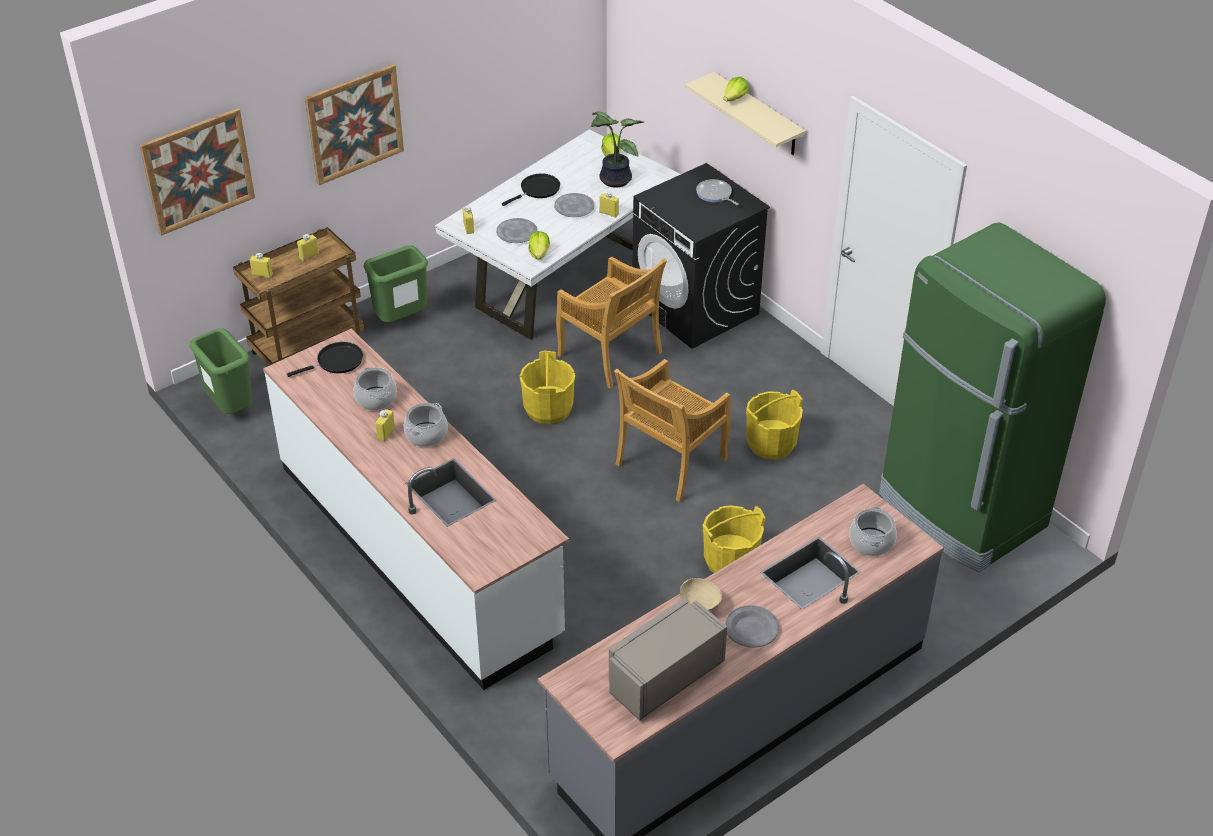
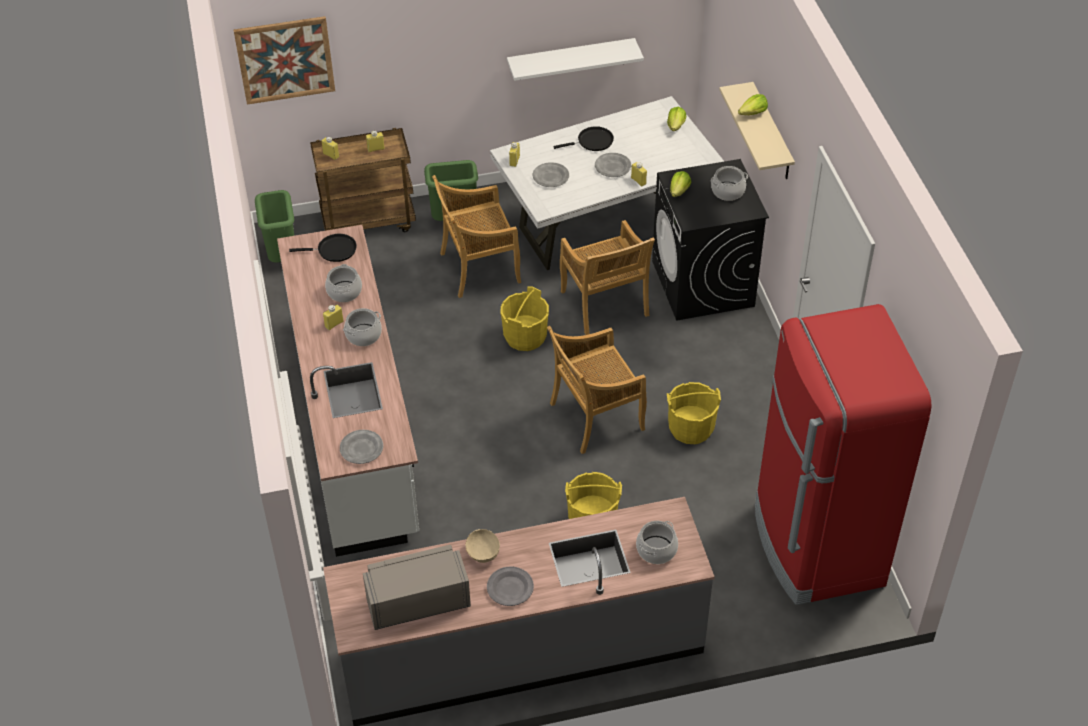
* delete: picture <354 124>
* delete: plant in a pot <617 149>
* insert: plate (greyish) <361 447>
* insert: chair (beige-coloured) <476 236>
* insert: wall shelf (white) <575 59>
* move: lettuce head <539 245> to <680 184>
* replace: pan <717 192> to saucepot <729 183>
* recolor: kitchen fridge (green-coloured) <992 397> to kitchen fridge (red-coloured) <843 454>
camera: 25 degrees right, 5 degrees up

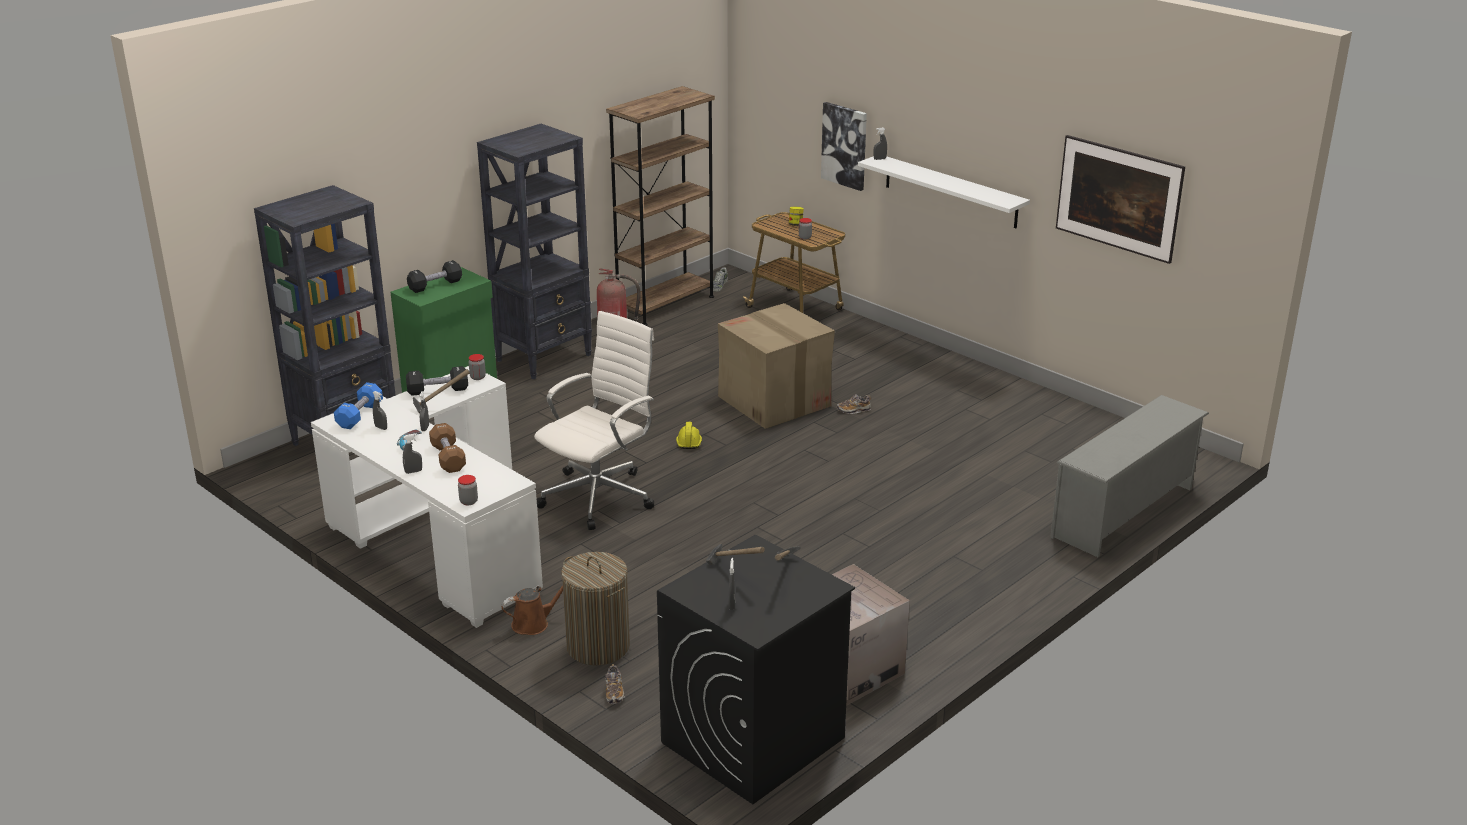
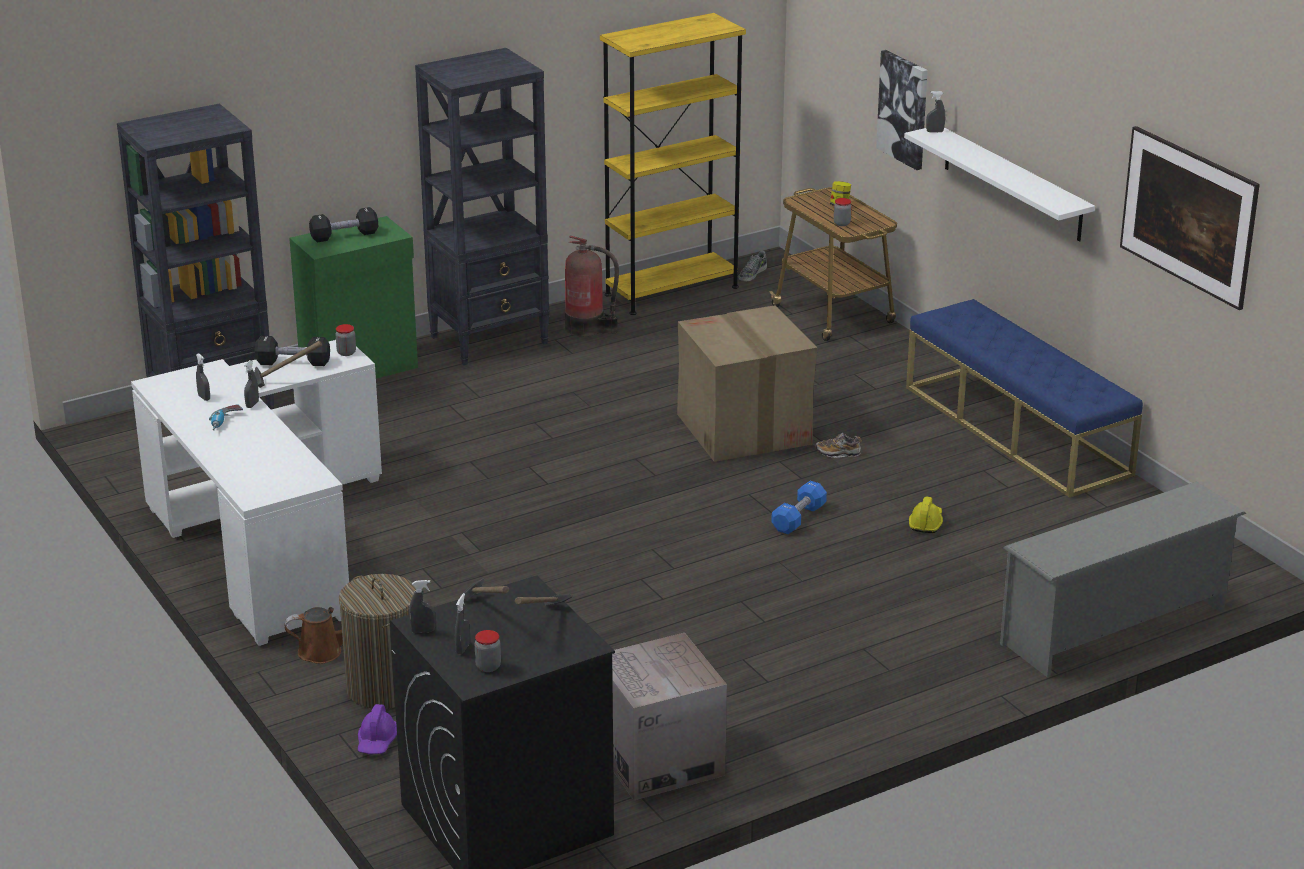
* delete: hand weight (brown) <447 448>
* delete: desk chair (white) <594 420>
* insert: long seat (blue-coloured) <1024 398>
* move: hand weight (blue-coloured) <358 405> to <799 507>
* move: spray bottle (greyish) <412 453> to <422 606>
* move: storage jar <468 490> to <488 651>
* move: work helmet (yellowish) <689 435> to <926 514>
* replace: low shoe <615 684> to work helmet (purplish) <377 729>
* recolor: bookcase (brown) <660 206> to bookcase (yellowish) <673 164>
camera: 15 degrees right, 0 degrees up

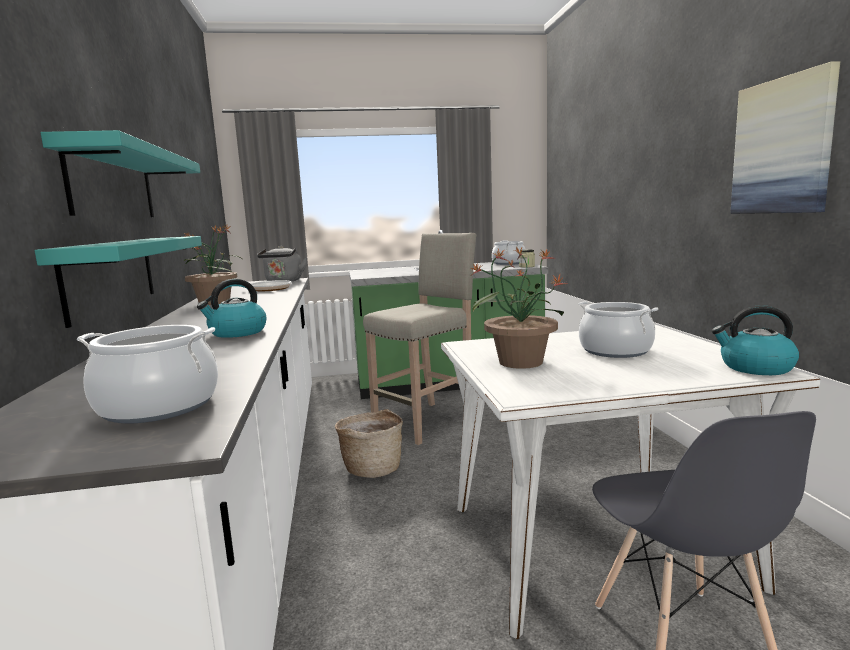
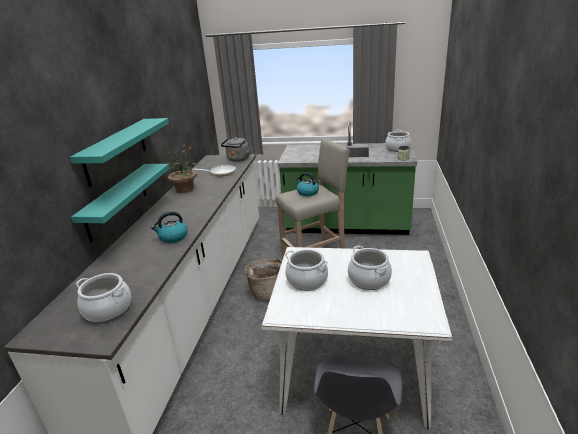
* delete: picture <785 137>
* move: water kettle <755 340> to <307 184>
* replace: plant in a pot <519 308> to saucepot <306 270>
camera: 20 degrees right, 15 degrees up

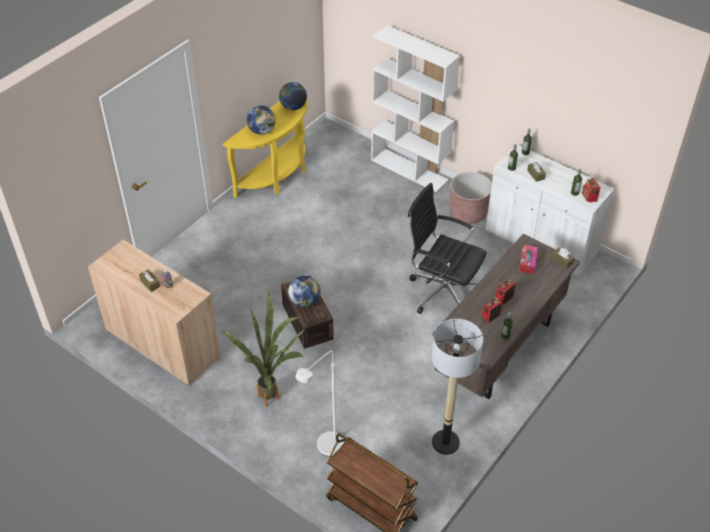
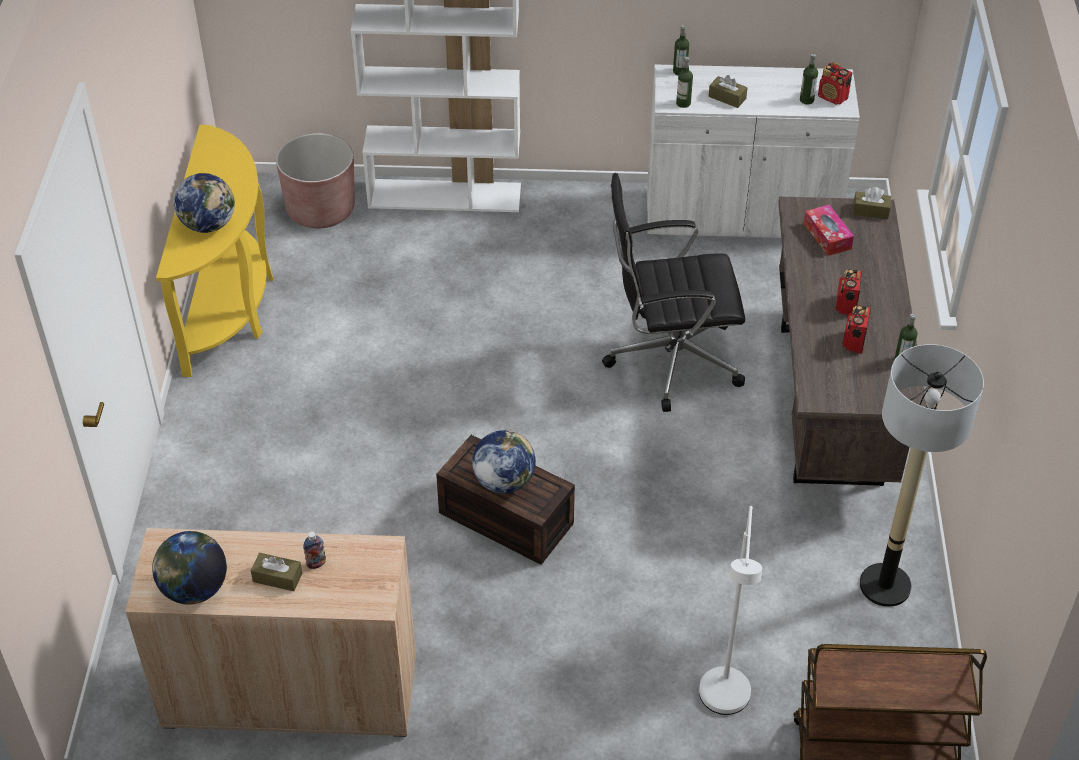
* delete: plant in a pot <264 349>
* move: desk globe <293 96> to <189 567>
* move: flower pot (brown) <471 198> to <315 180>
camera: 35 degrees left, 0 degrees up

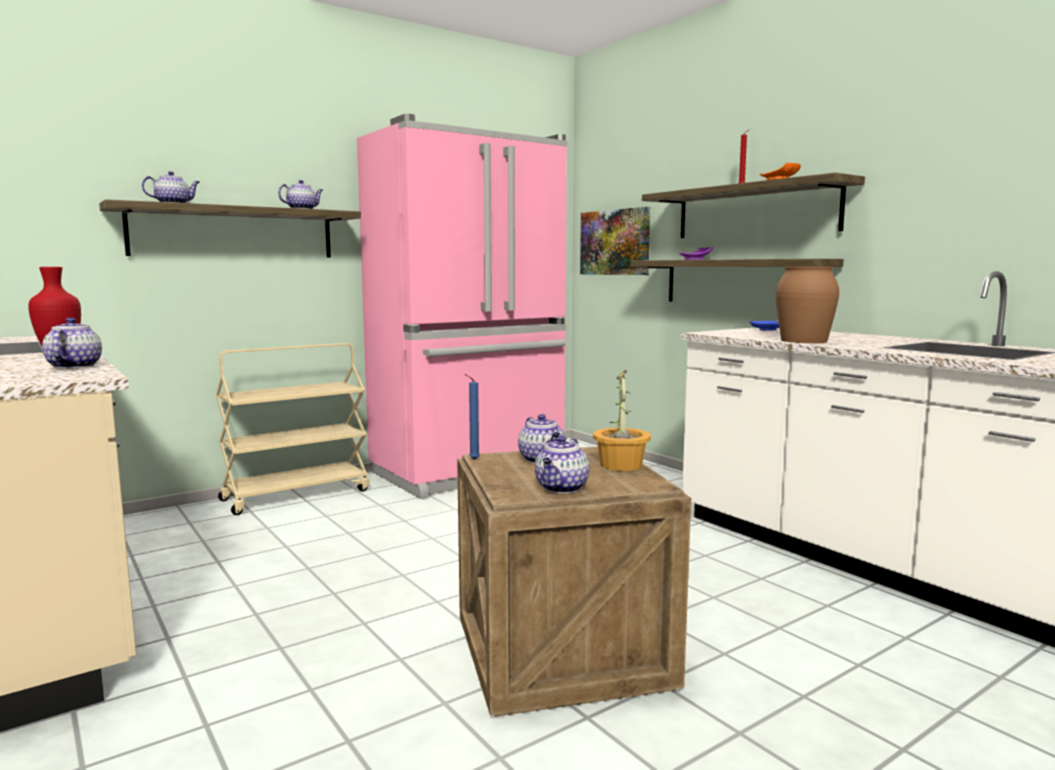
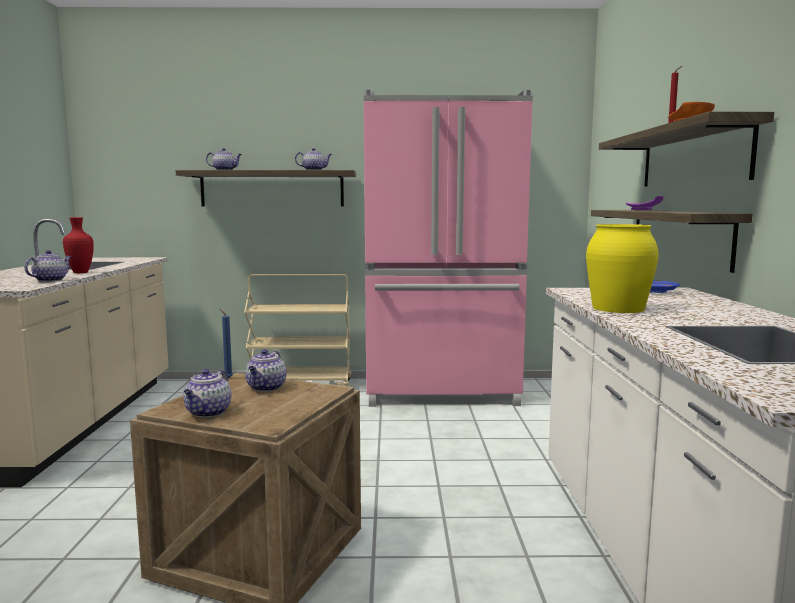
* delete: picture <615 241>
* delete: plant in a pot <622 420>
* recolor: vase (brown) <807 305> to vase (yellowish) <622 268>
* rotate: teapot <562 464> = <207 393> 45 degrees counterclockwise
camera: 35 degrees right, 0 degrees up

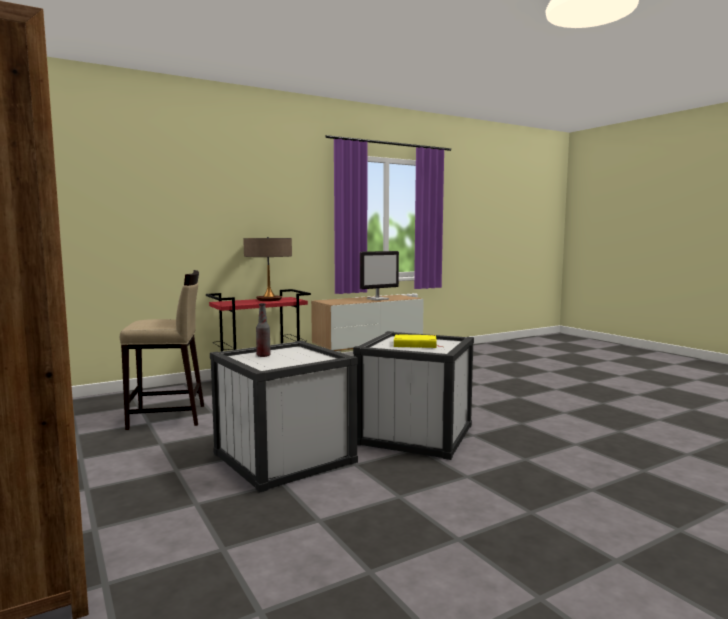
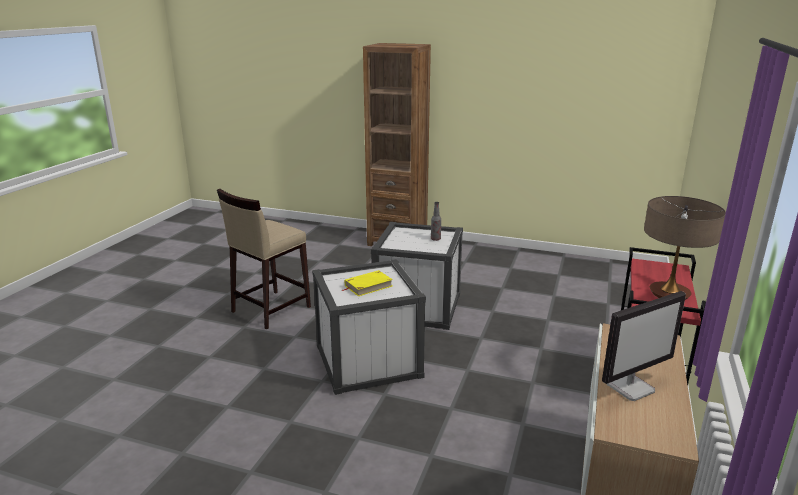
* move: stool (beige-coloured) <162 350> to <264 259>
* rotate: monitor <379 275> = <644 346> 135 degrees counterclockwise
camera: 140 degrees right, 15 degrees up

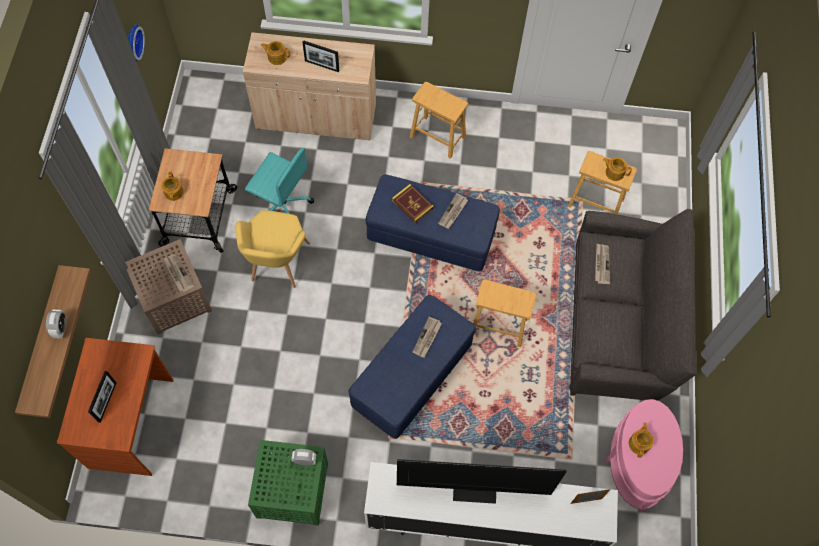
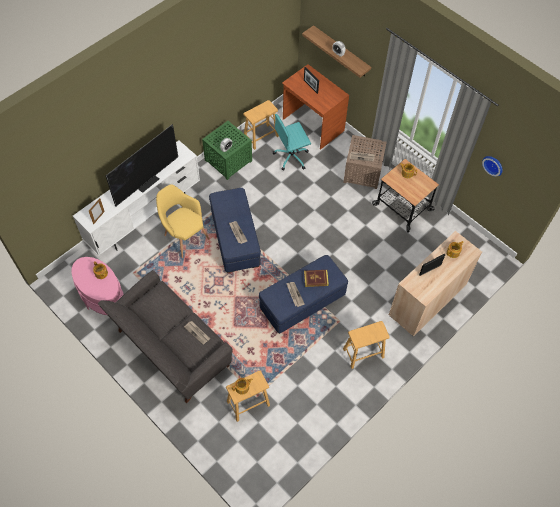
* move: armchair (yellowish) <272 249> to <182 221>
* move: desk chair (turquoise) <279 181> to <292 142>
* move: stool (brown) <504 313> to <261 125>
camera: 130 degrees right, 5 degrees down

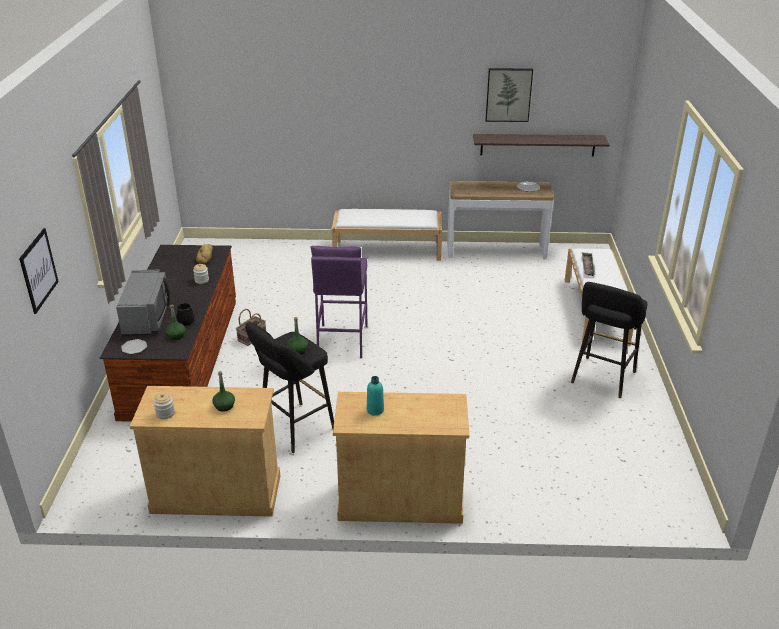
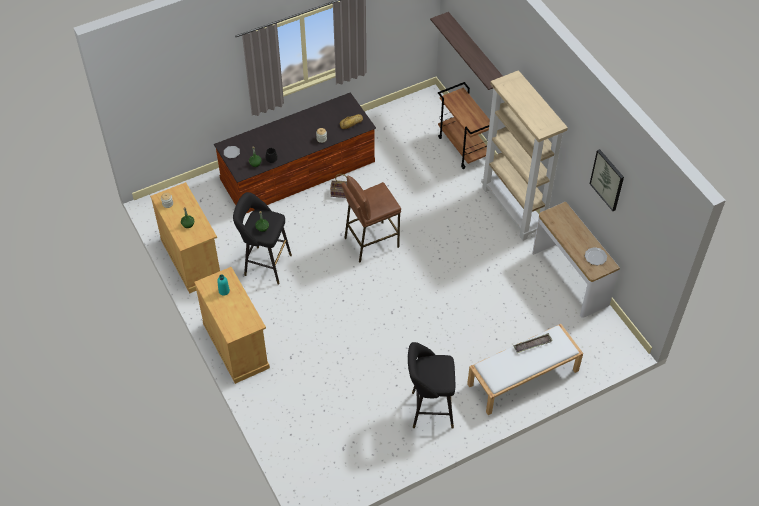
* delete: picture <39 271>
* delete: microwave oven (greyish) <143 302>
* insert: cart (brown) <464 125>
* move: wall shelf <541 145> to <466 51>
* replace: long seat (white) <387 235> to bookcase (beige-coloured) <524 155>
* recolor: stool (purplish) <338 302> to stool (brown) <371 219>
camera: 60 degrees right, 20 degrees up

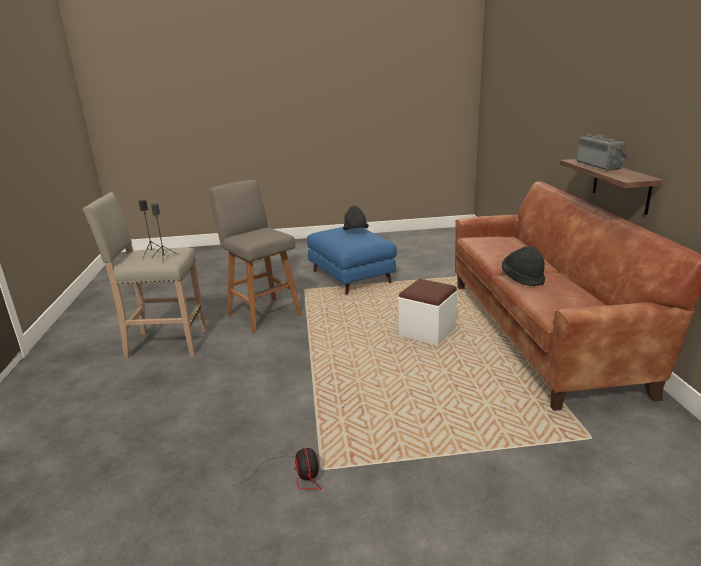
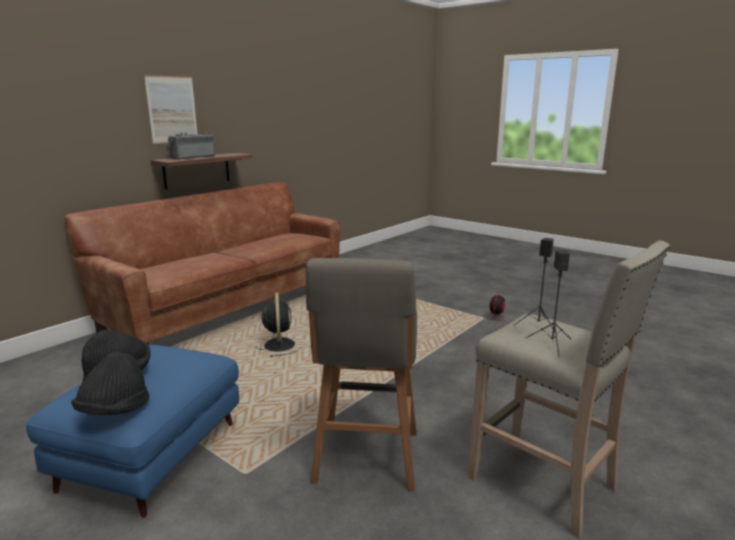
* insert: picture <171 109>
* move: clothing hat (blackish) <523 266> to <110 383>
* replace: pouffe (white) <428 312> to fan (blackish) <278 325>
camera: 135 degrees left, 5 degrees down

